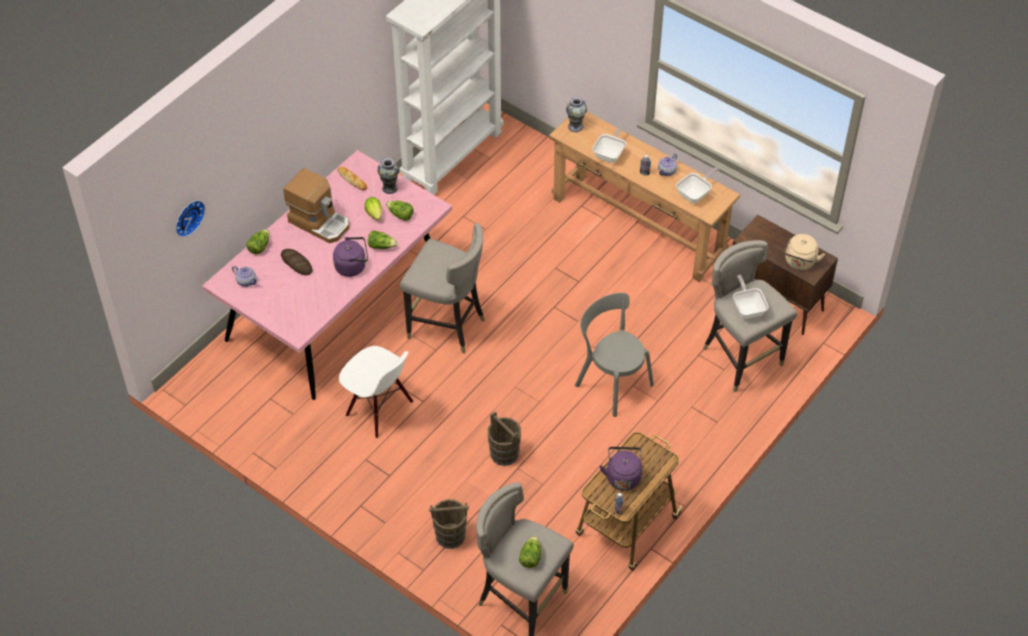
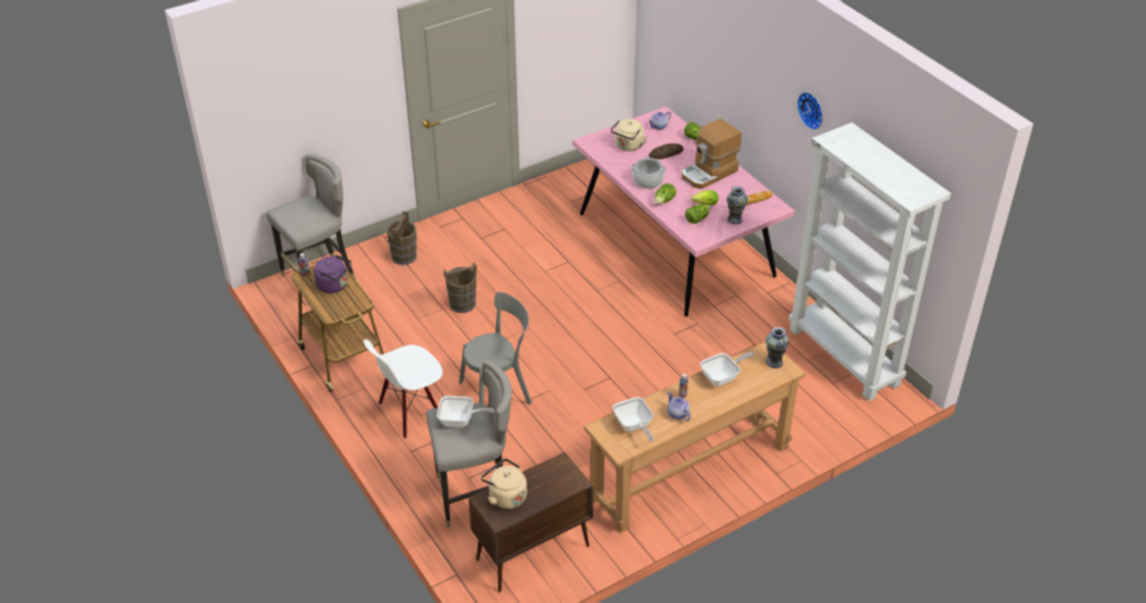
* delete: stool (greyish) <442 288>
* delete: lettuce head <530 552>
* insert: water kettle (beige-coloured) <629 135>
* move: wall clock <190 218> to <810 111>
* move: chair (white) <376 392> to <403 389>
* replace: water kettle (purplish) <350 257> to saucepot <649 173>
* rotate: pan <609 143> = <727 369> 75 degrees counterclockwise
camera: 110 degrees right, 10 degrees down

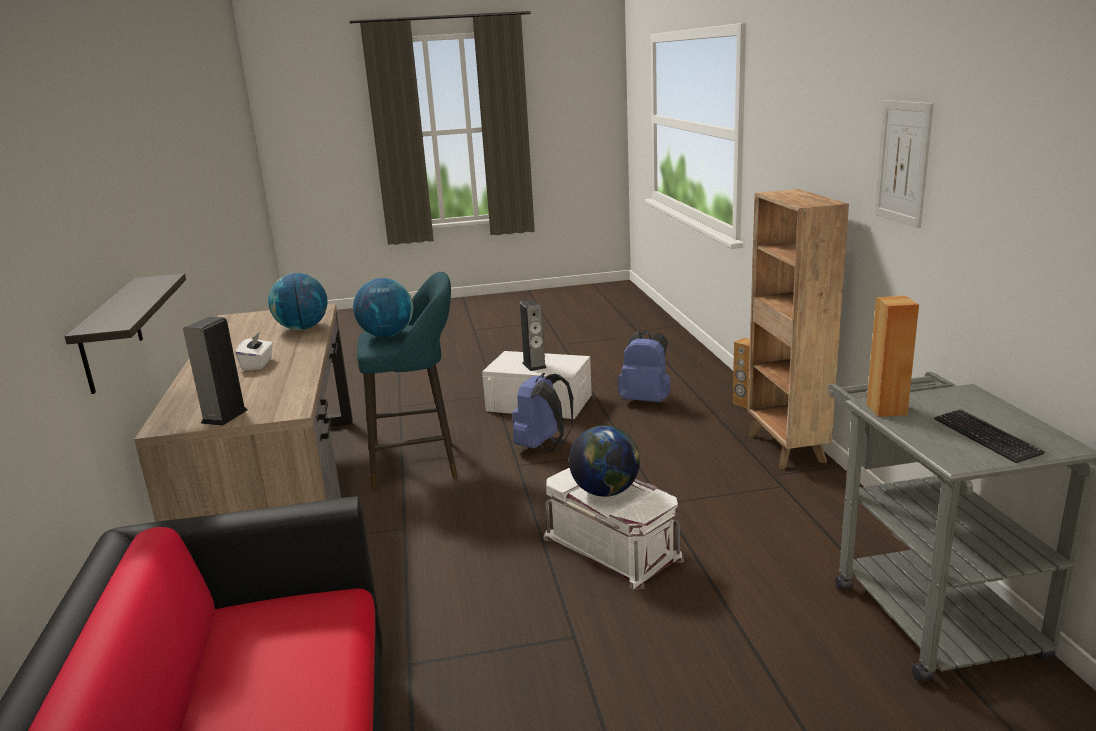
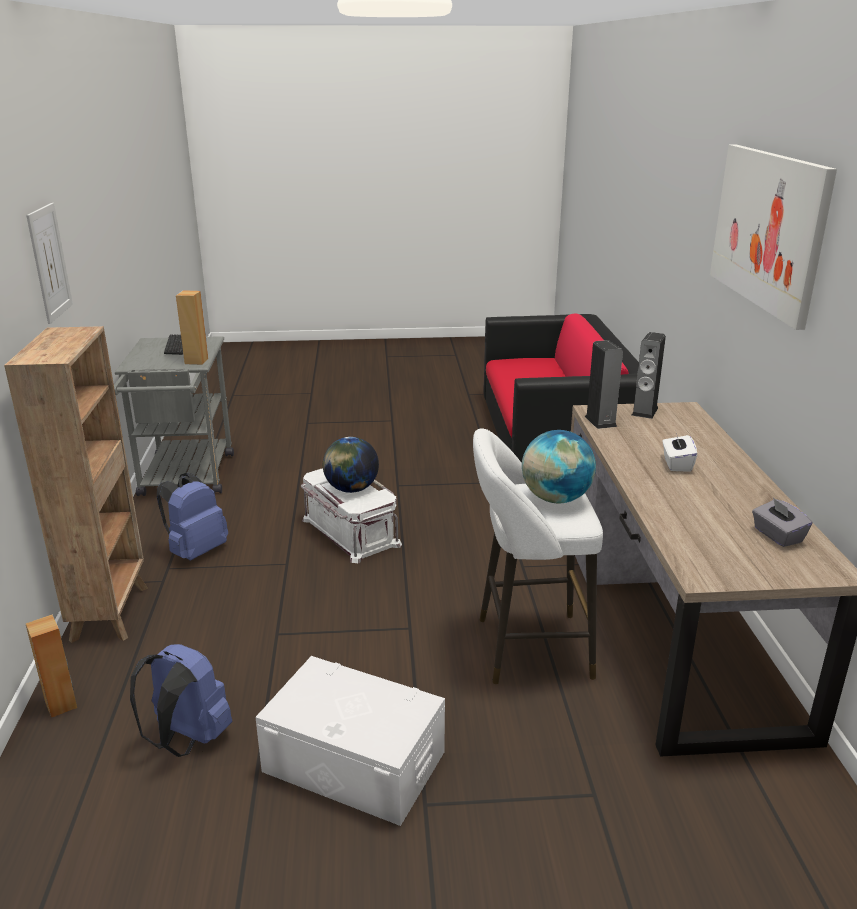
* delete: wall shelf <125 334>
* delete: desk globe <298 301>
* insert: picture <773 237>
* insert: box of tissues (greyish) <782 522>
* move: backpack (blue-coloured) <542 413> to <192 517>
* move: speaker <533 335> to <604 384>
* recolor: stool (turquoise) <407 380> to stool (white) <538 556>
camera: 175 degrees left, 5 degrees up

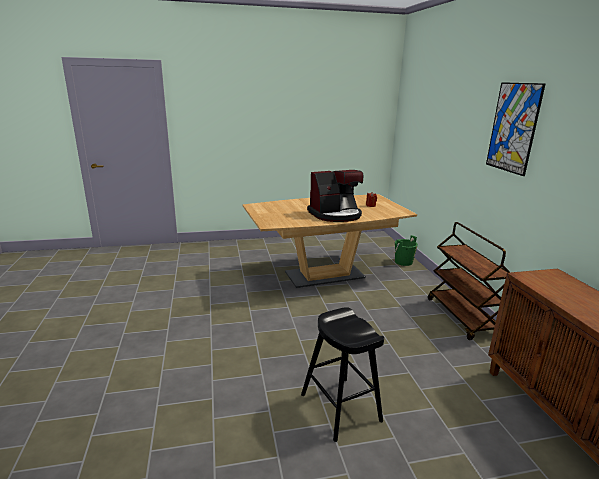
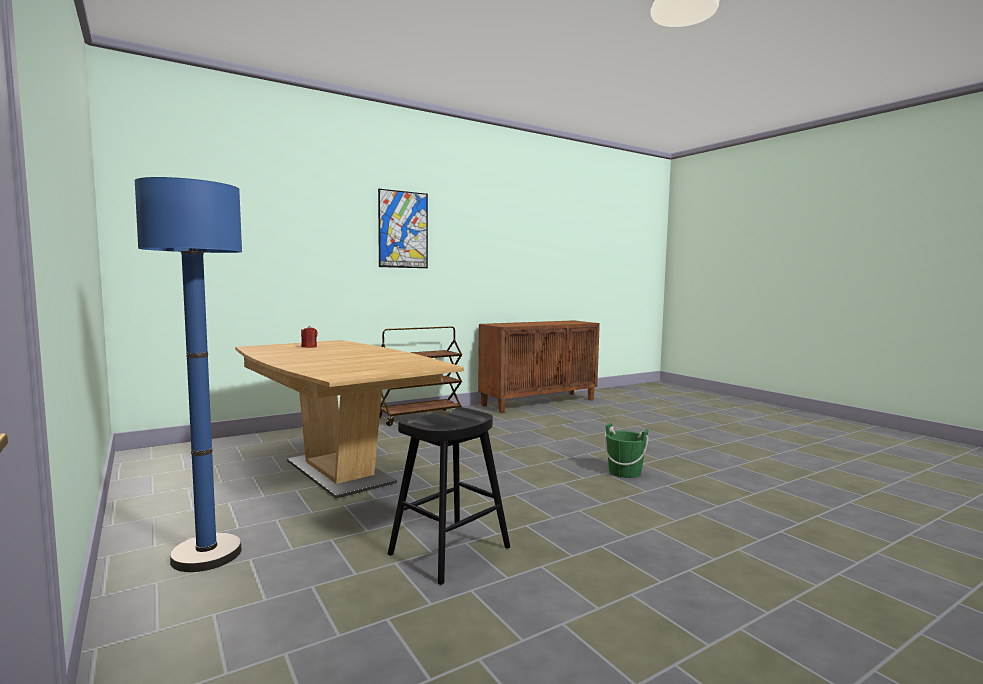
* delete: coffee maker <335 196>
* insert: standard lamp (blue-coloured) <188 374>
* move: stool (blackish) <342 374> to <449 496>
* move: pail (green-coloured) <406 250> to <626 450>
camera: 110 degrees left, 15 degrees down

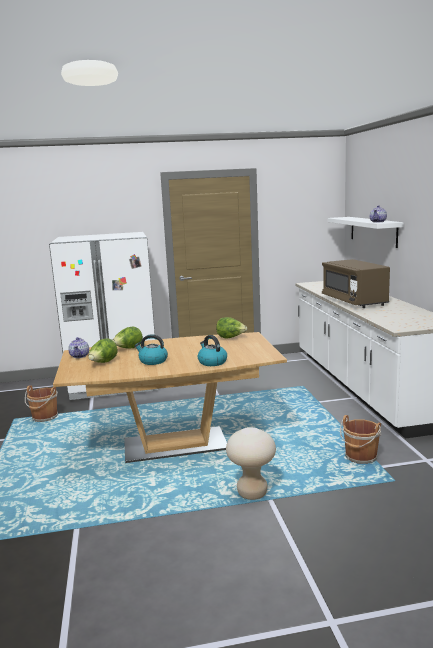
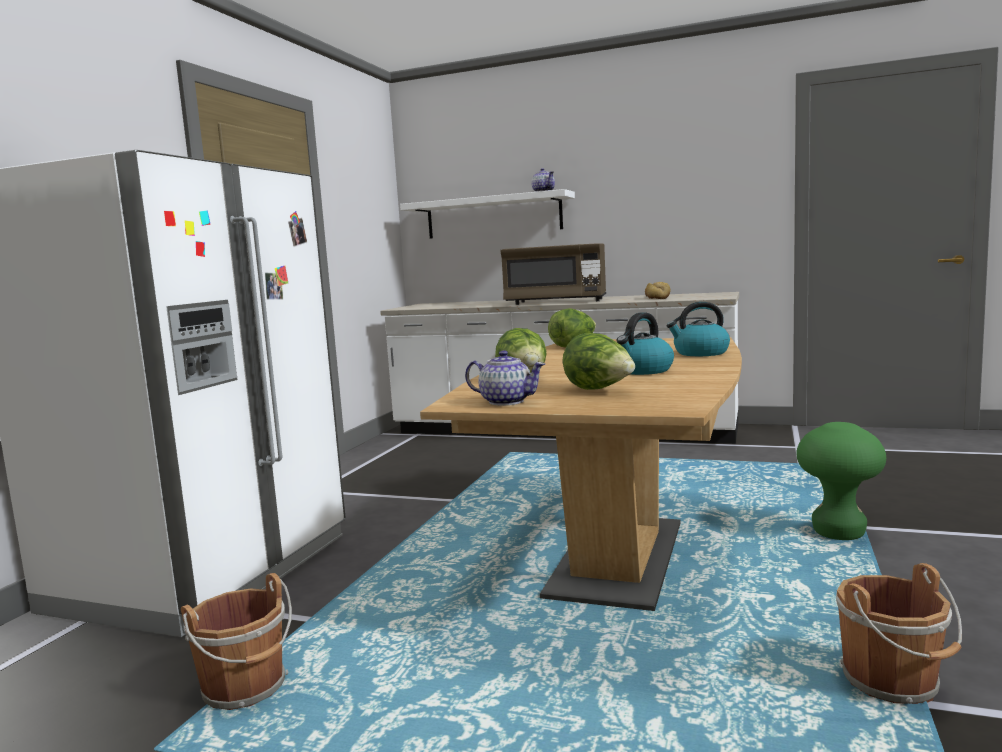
* insert: baked bread <658 290>
* move: pail (brown) <360 439> to <899 633>
* recolor: stool (beige-coloured) <251 463> to stool (green-coloured) <841 481>
camera: 60 degrees left, 5 degrees down

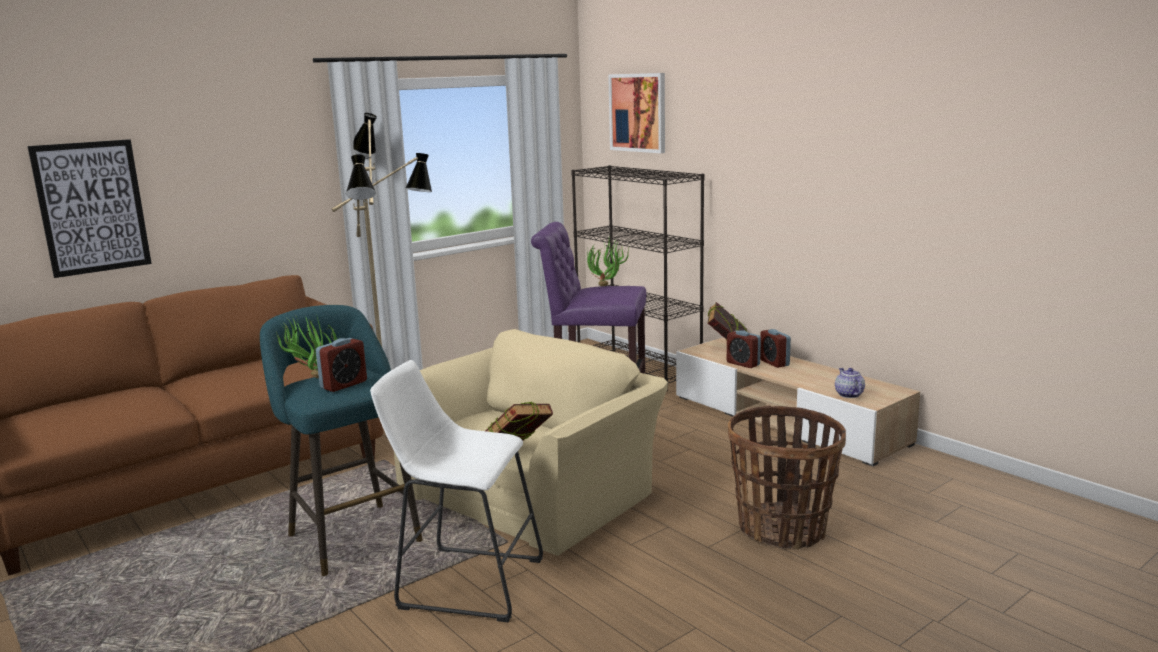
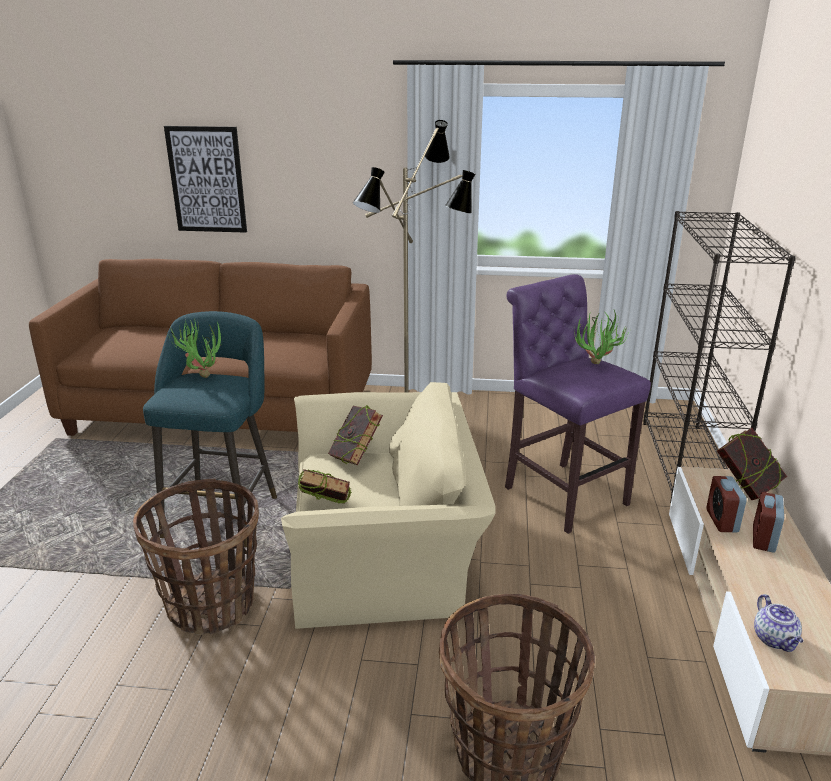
* delete: alarm clock <341 365>
* delete: picture <636 113>
* insert: bound book <355 435>
* replace: stool (white) <456 491> to household basket <196 557>
* rotate: teapot <850 383> = <778 623> 135 degrees clockwise
camera: 45 degrees right, 10 degrees up

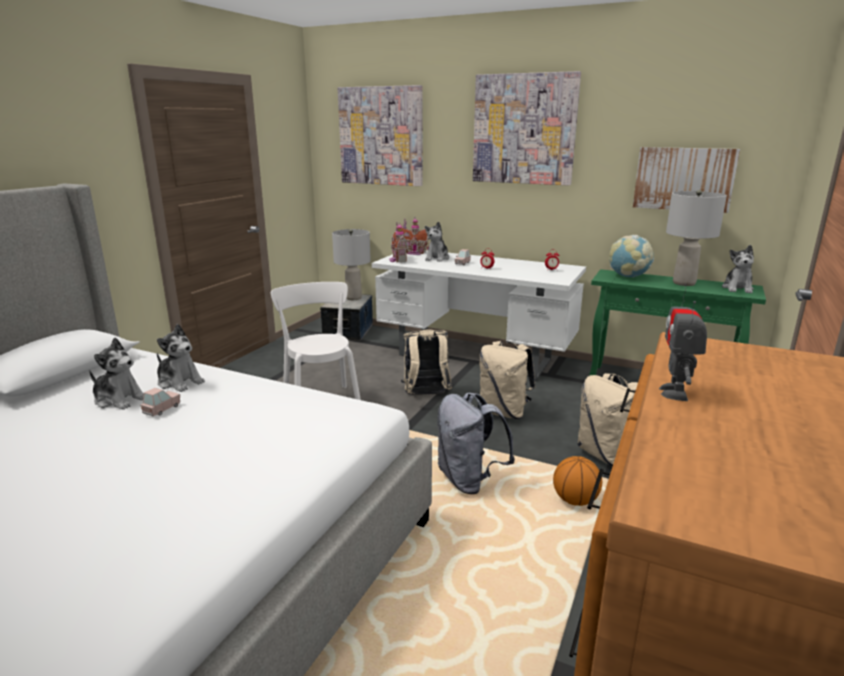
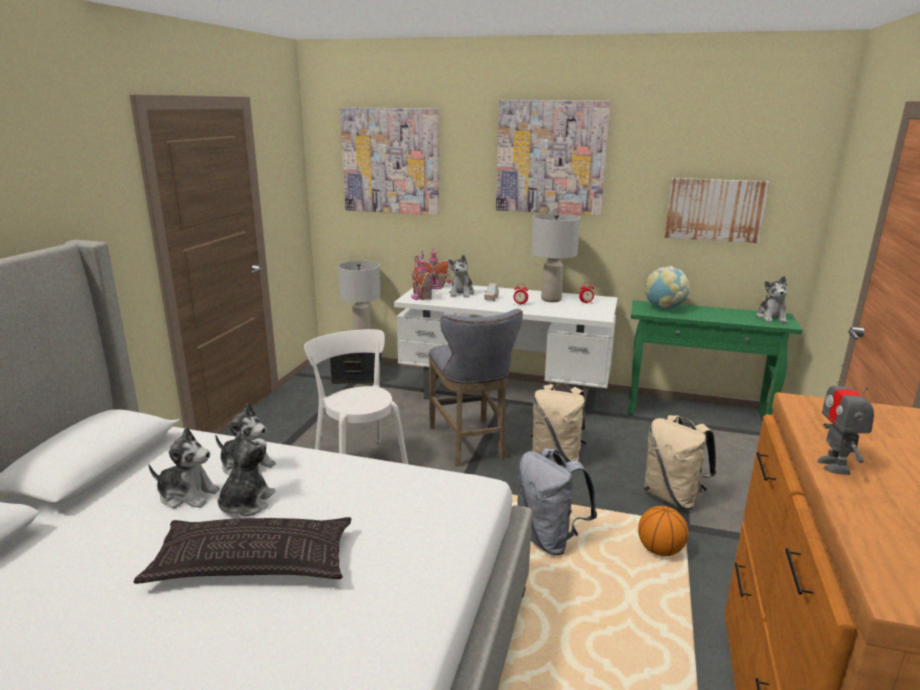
* insert: throw pillow <243 550>
* move: table lamp (greyish) <696 238> to <555 257>
* replace: miniature car (pink-coloured) <160 402> to plush toy <246 473>
* replace: backpack (beige-coloured) <426 362> to stool (greyish) <476 387>
camera: 10 degrees left, 0 degrees up

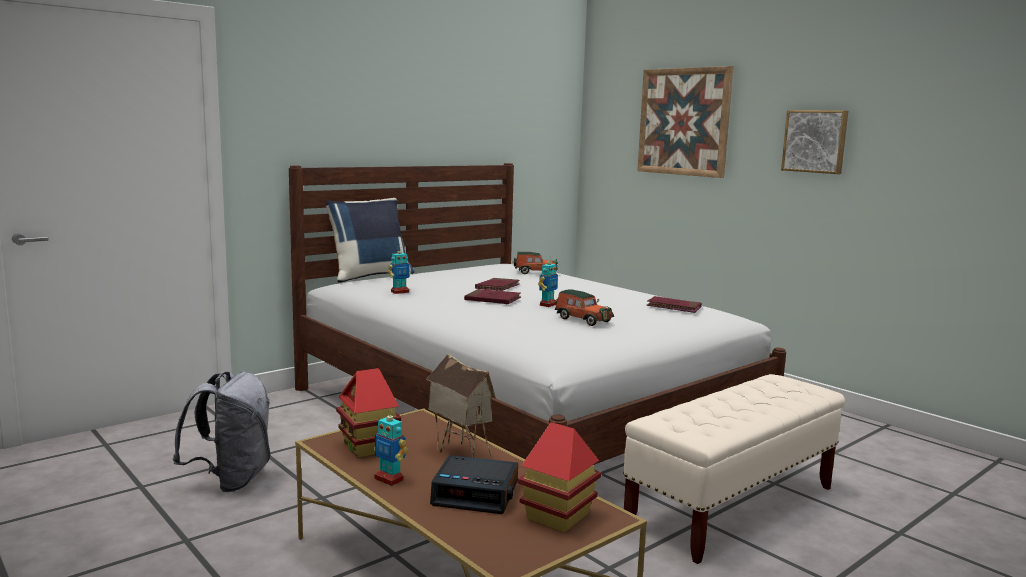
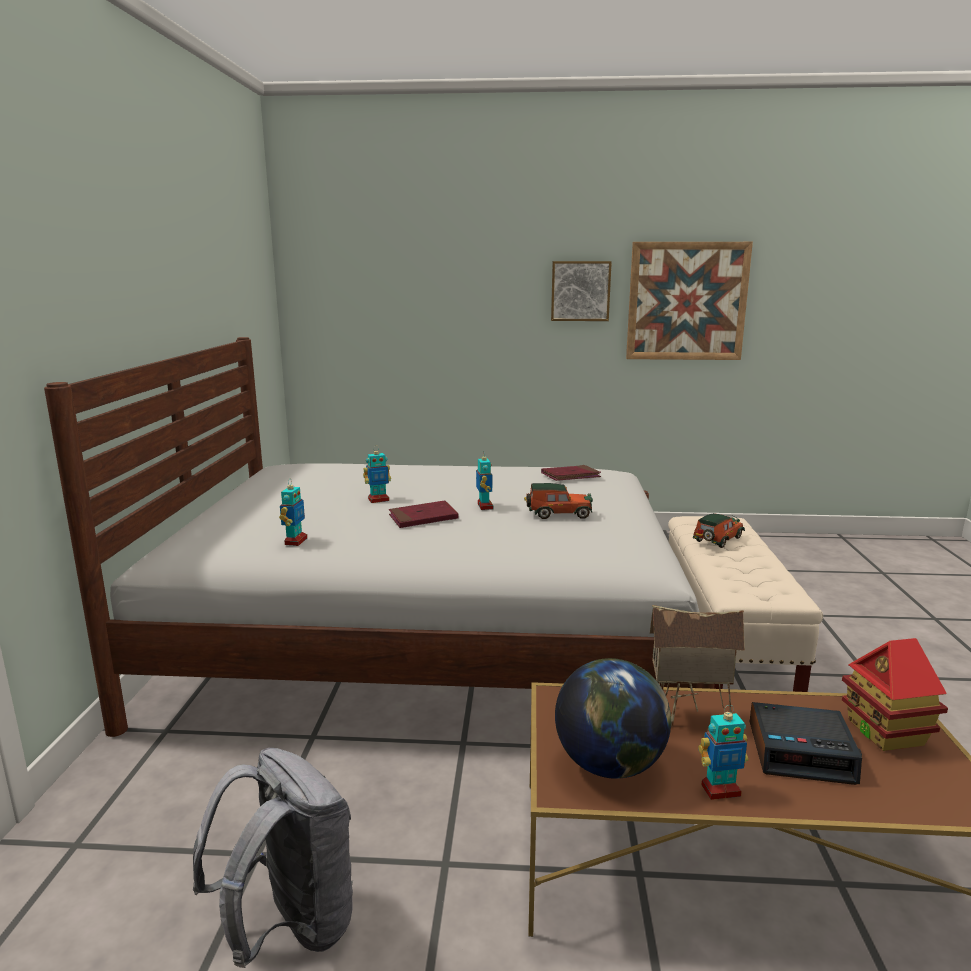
* delete: throw pillow (blue-coloured) <370 240>
* move: miniature car <535 263> to <719 530>
* move: picture <685 122> to <689 301>
* replace: model house <368 413> to desk globe <613 718>
* replace: bound book (red-coloured) <497 284> to model robot <377 475>
* rotate: alarm clock <474 484> = <806 743> 45 degrees clockwise
camera: 45 degrees left, 5 degrees up

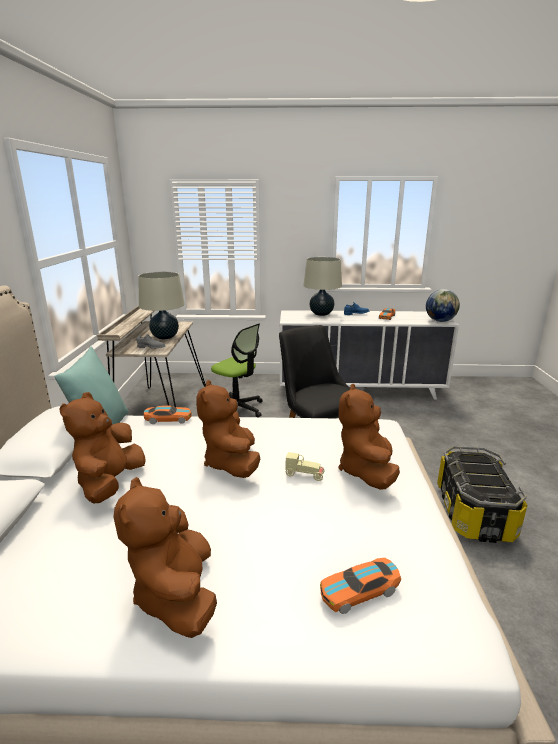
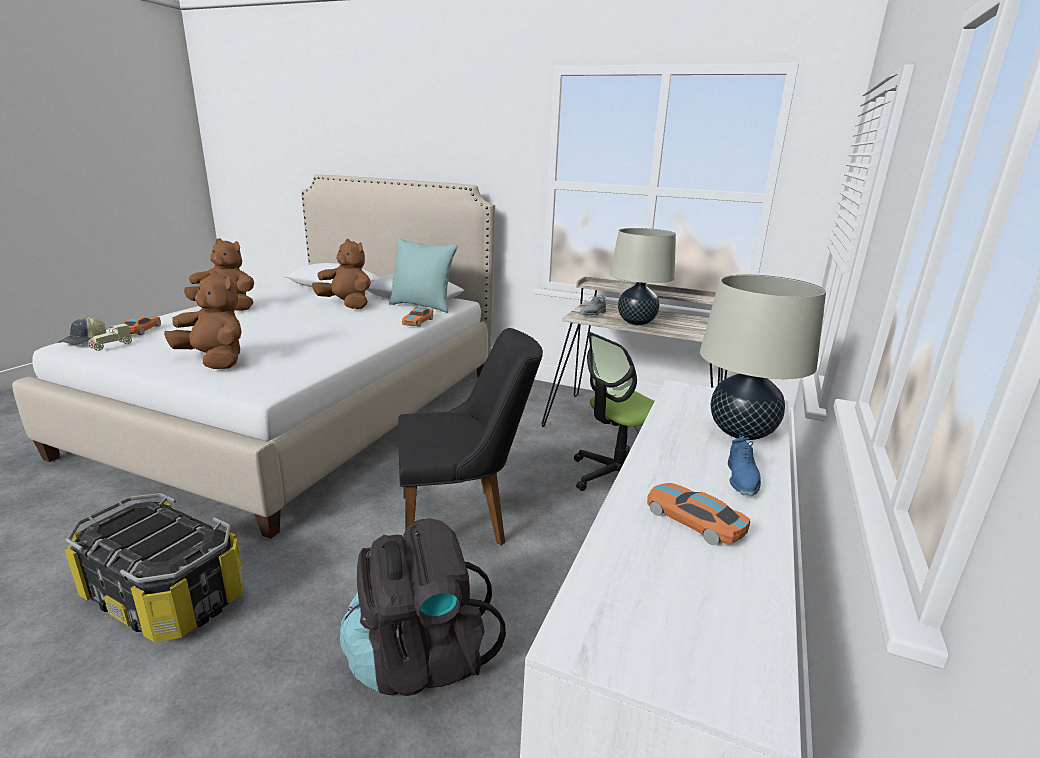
* delete: plush toy (brown) <228 429>
* delete: desk globe <443 305>
* insert: cap <82 331>
* insert: backpack (blackish) <423 607>
* move: miniature car (beige-coloured) <304 466> to <110 337>
camera: 110 degrees right, 0 degrees up

